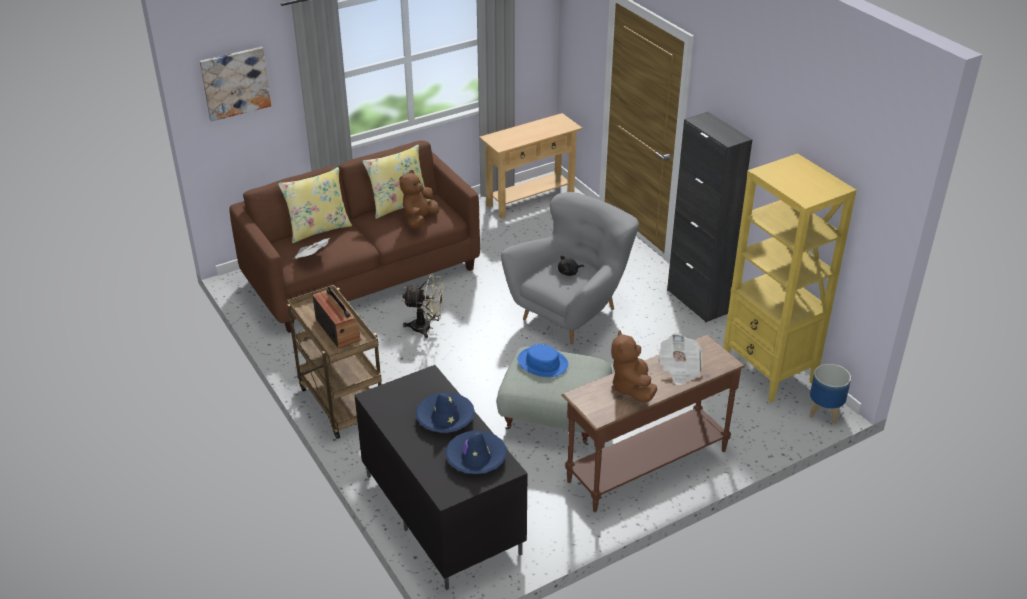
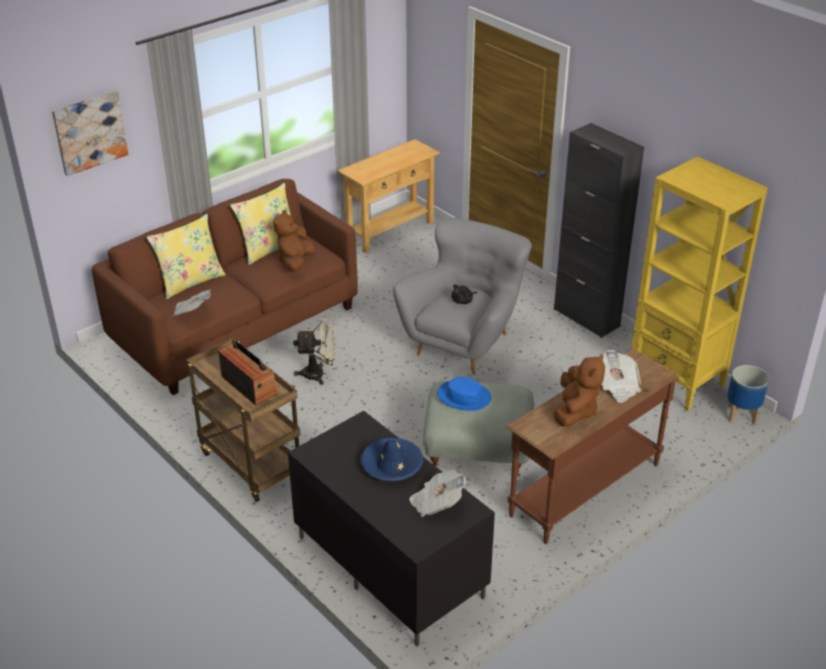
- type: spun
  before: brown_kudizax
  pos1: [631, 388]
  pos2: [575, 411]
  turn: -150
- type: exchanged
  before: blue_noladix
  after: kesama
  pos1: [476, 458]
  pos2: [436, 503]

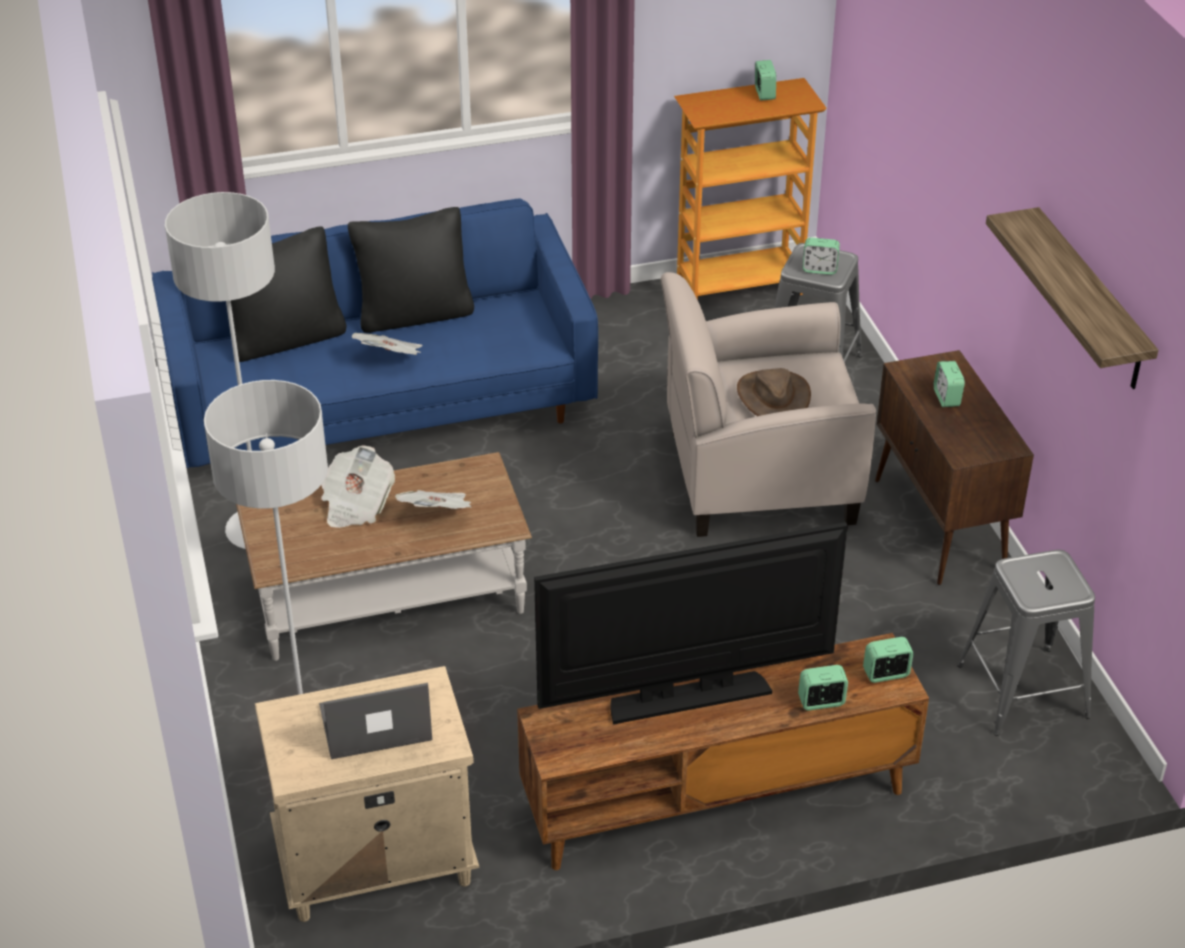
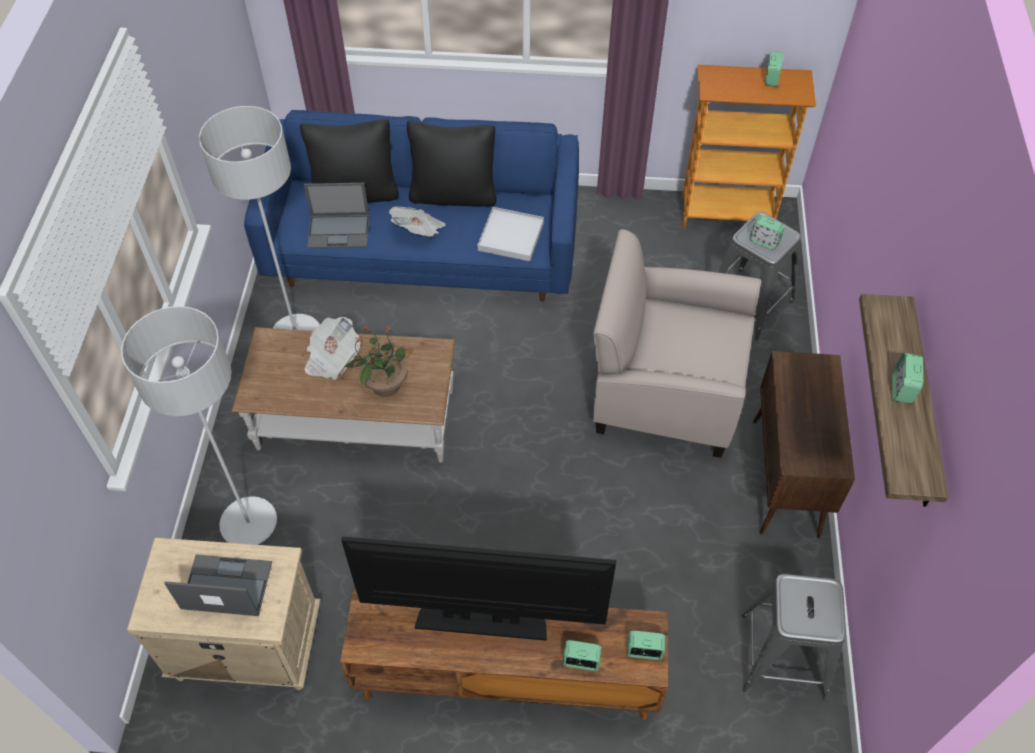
- type: relocated
  before: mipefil
  pos1: [946, 398]
  pos2: [902, 389]
- type: missing
  before: brown_noladix
  pos1: [773, 397]
- type: exchanged
  before: kesama
  after: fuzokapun
  pos1: [437, 515]
  pos2: [384, 385]
- type: appeared
  after: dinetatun
  pos2: [339, 231]
- type: appeared
  after: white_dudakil
  pos2: [511, 236]

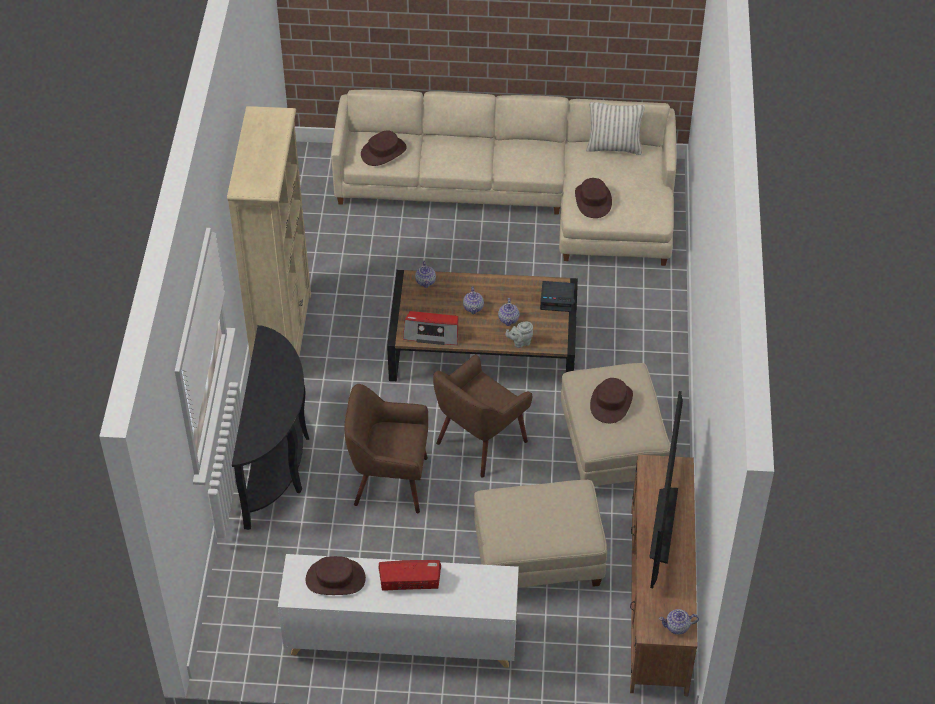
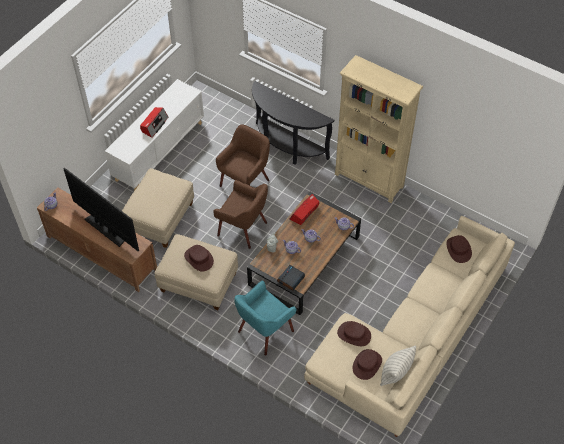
- type: spun
  before: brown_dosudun
  pos1: [480, 442]
  pos2: [243, 229]
  turn: 135
- type: relocated
  before: brown_noladix
  pos1: [335, 579]
  pos2: [367, 364]
- type: appeared
  after: turquoise_dosudun
  pos2: [264, 331]

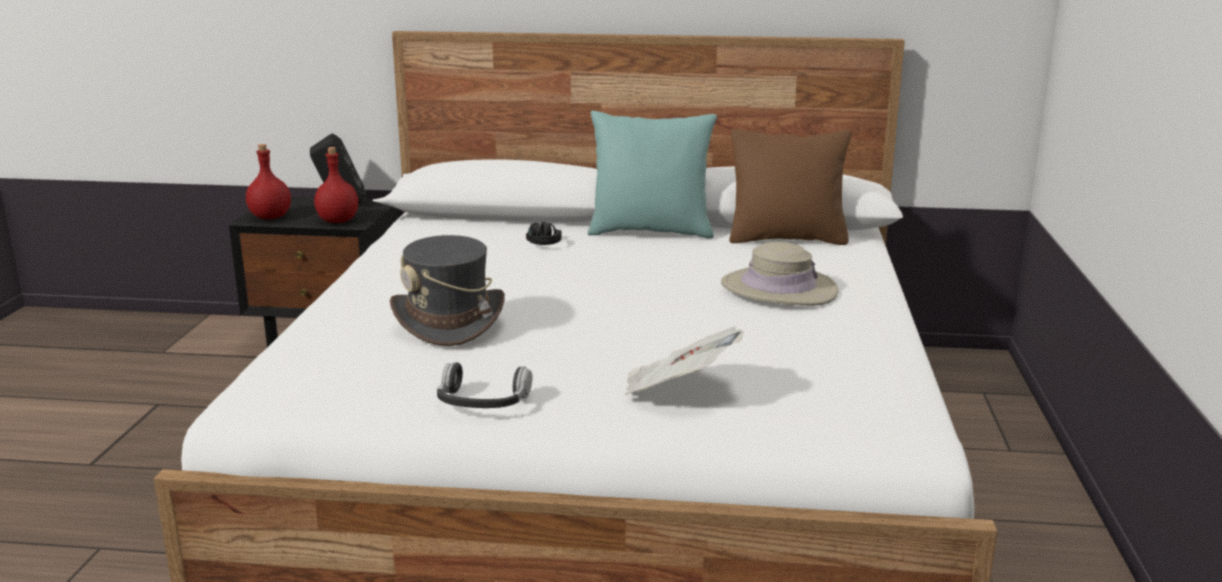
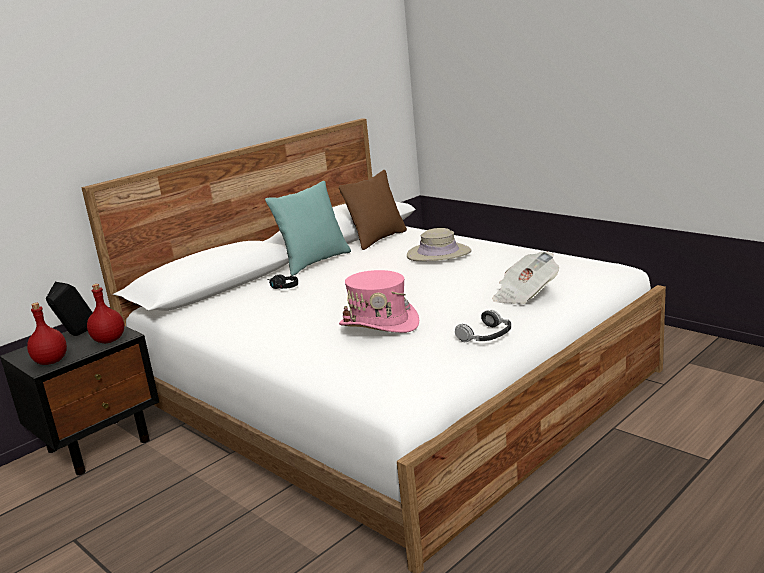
- type: colour
  before: grey_noladix
  after: pink_noladix
  pos1: [449, 321]
  pos2: [379, 324]

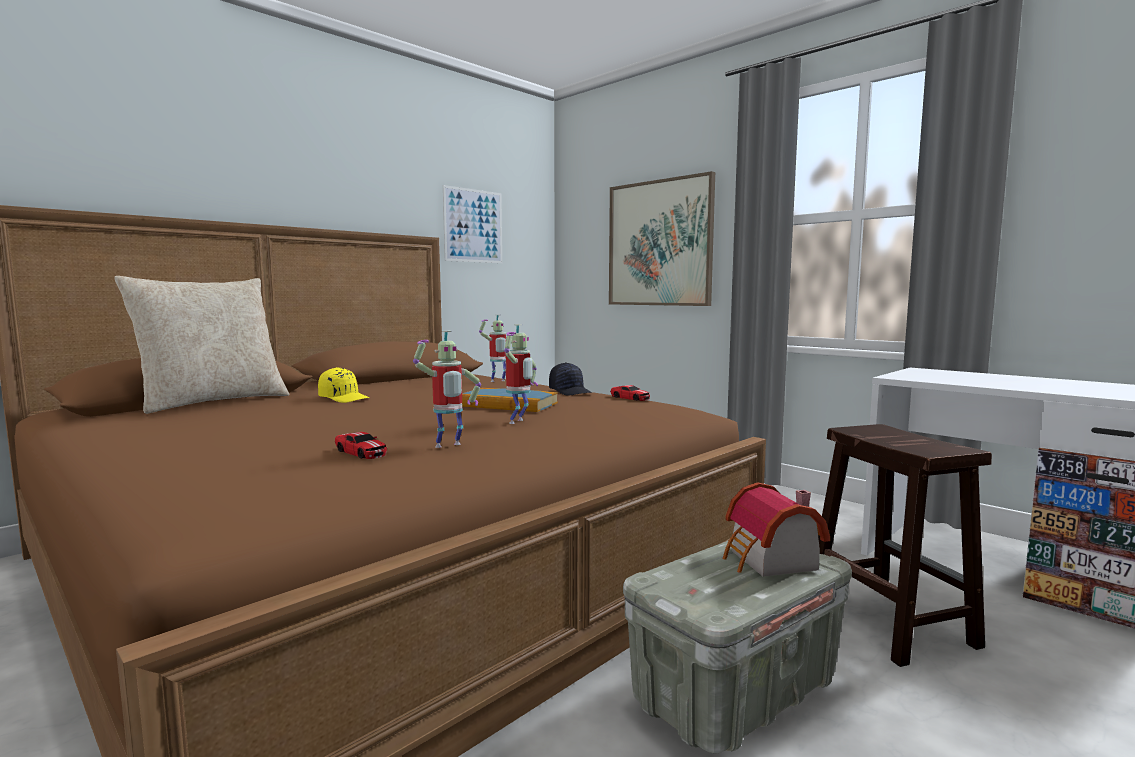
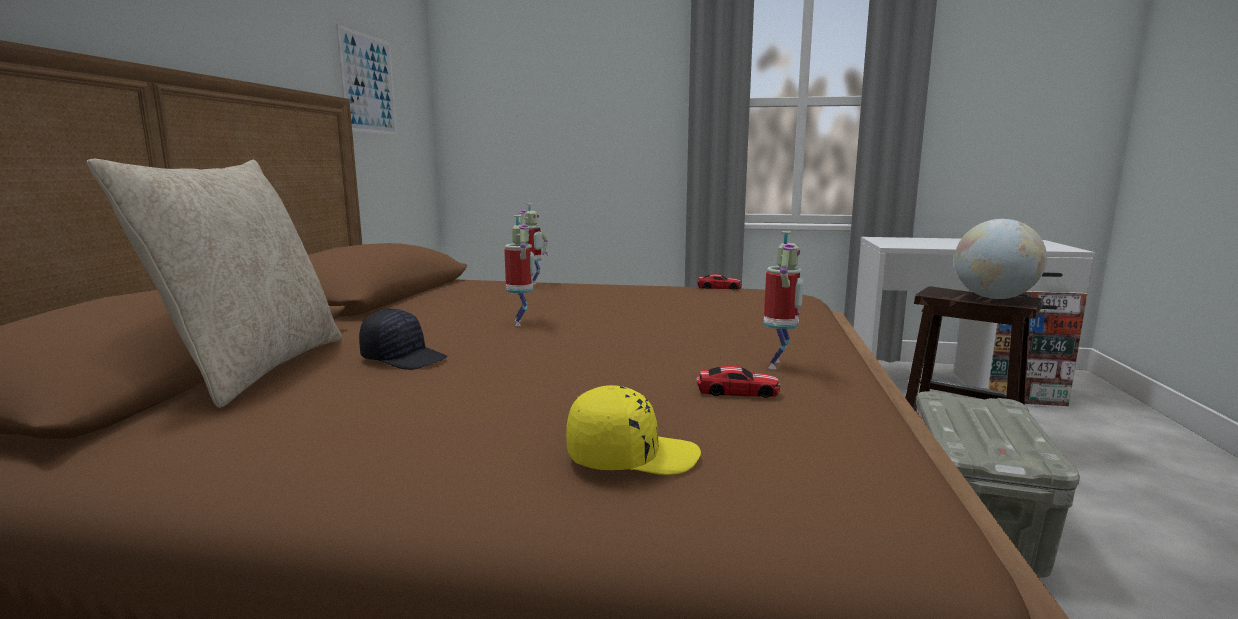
- type: missing
  before: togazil
  pos1: [659, 243]
- type: relocated
  before: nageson
  pos1: [519, 422]
  pos2: [521, 323]
- type: relocated
  before: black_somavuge
  pos1: [570, 391]
  pos2: [404, 358]
- type: relocated
  before: yellow_somavuge
  pos1: [344, 398]
  pos2: [631, 456]
- type: missing
  before: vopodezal
  pos1: [508, 404]
- type: missing
  before: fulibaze
  pos1: [770, 561]
- type: appeared
  after: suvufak
  pos2: [993, 298]

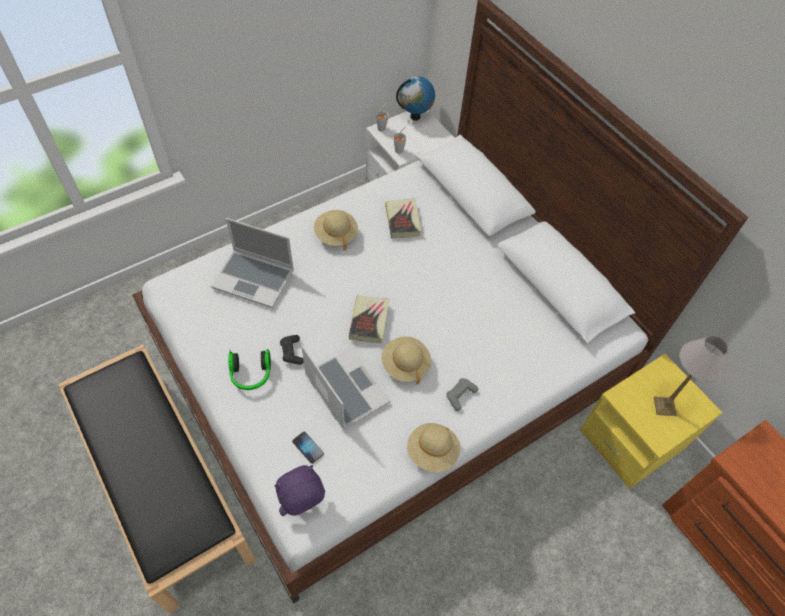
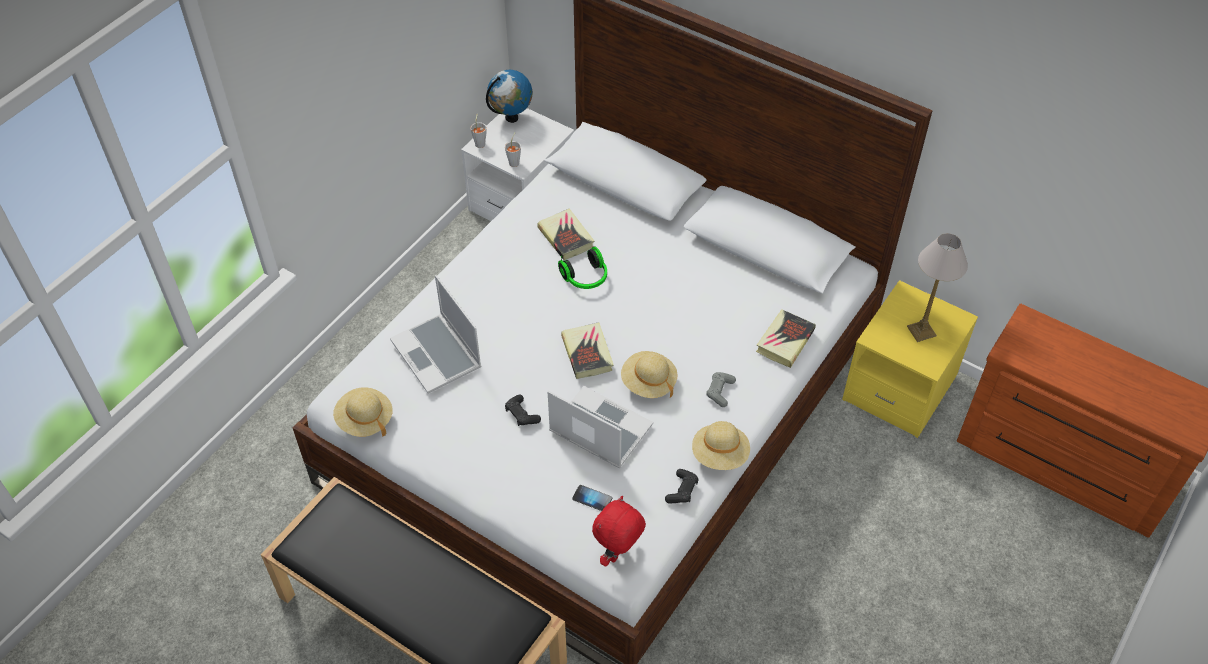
- type: relocated
  before: beige_noladix
  pos1: [336, 234]
  pos2: [365, 420]
- type: spun
  before: dinetatun
  pos1: [255, 279]
  pos2: [438, 355]
  turn: 60
- type: relocated
  before: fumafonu
  pos1: [251, 375]
  pos2: [586, 278]
- type: colour
  before: purple_kudizax
  after: red_kudizax
  pos1: [303, 507]
  pos2: [618, 554]
- type: appeared
  after: vopodezal
  pos2: [785, 341]
- type: appeared
  after: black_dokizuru
  pos2: [682, 490]

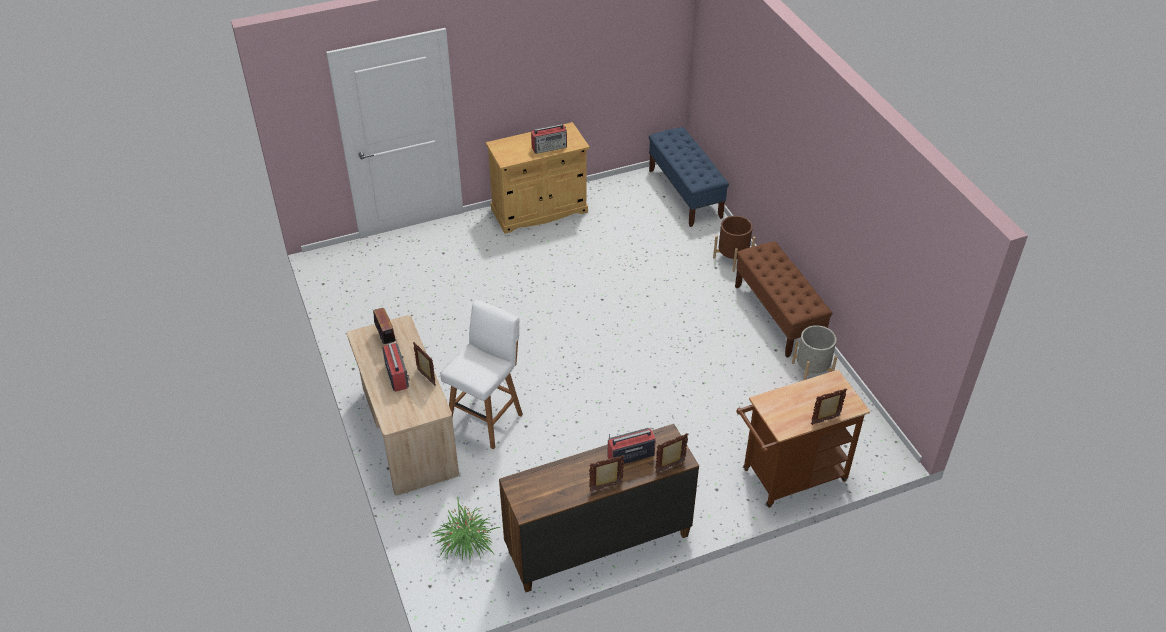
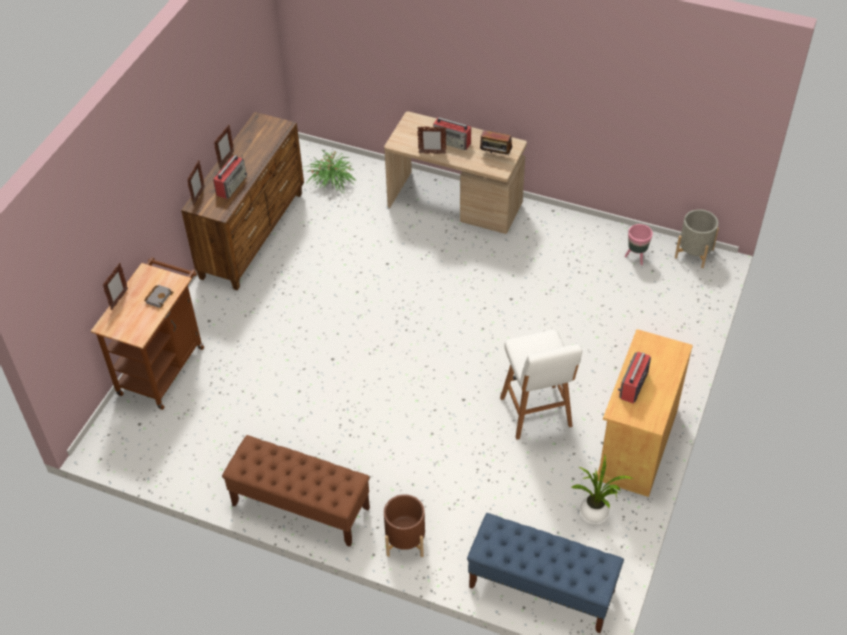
- type: relocated
  before: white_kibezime
  pos1: [486, 418]
  pos2: [536, 414]
- type: relocated
  before: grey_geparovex
  pos1: [812, 370]
  pos2: [694, 253]
- type: appeared
  after: pink_geparovex
  pos2: [636, 257]
- type: appeared
  after: grey_vopodezal
  pos2: [158, 297]
- type: appeared
  after: fuzokapun
  pos2: [596, 514]

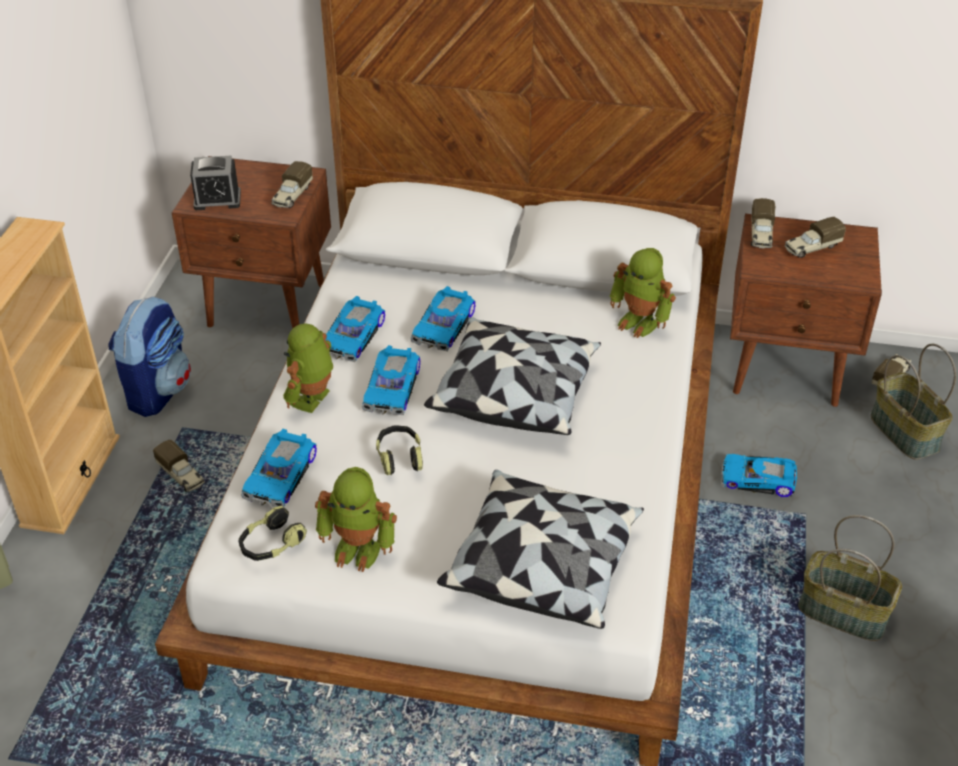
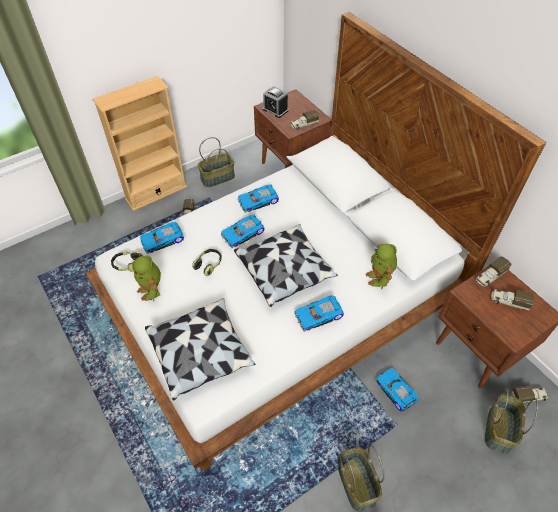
- type: relocated
  before: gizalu
  pos1: [445, 326]
  pos2: [319, 316]
- type: exchanged
  before: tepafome
  after: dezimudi
  pos1: [157, 391]
  pos2: [217, 177]
- type: missing
  before: nageson
  pos1: [312, 399]

